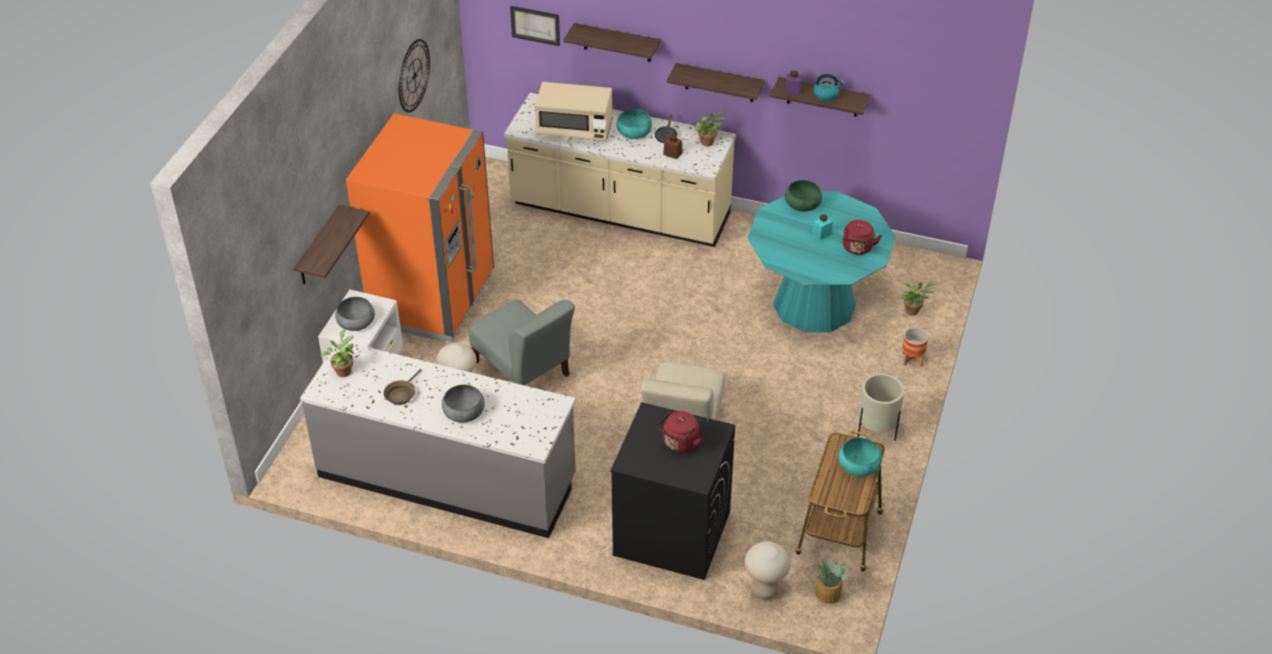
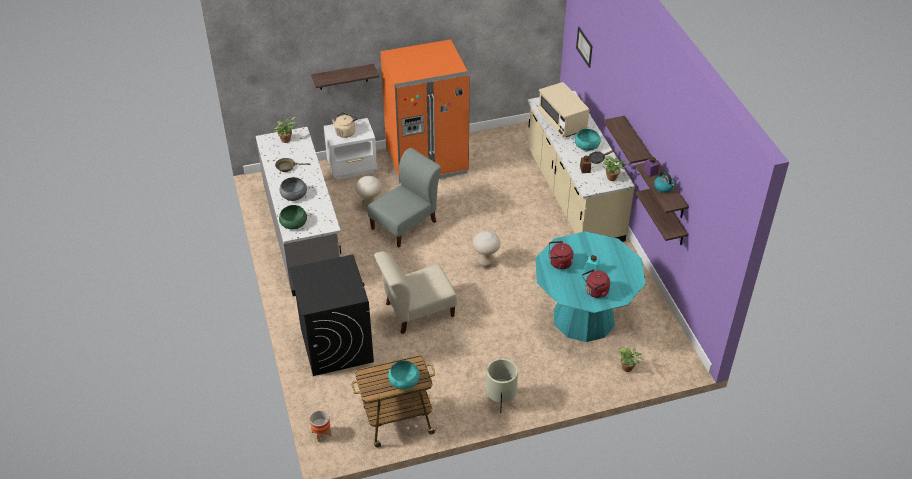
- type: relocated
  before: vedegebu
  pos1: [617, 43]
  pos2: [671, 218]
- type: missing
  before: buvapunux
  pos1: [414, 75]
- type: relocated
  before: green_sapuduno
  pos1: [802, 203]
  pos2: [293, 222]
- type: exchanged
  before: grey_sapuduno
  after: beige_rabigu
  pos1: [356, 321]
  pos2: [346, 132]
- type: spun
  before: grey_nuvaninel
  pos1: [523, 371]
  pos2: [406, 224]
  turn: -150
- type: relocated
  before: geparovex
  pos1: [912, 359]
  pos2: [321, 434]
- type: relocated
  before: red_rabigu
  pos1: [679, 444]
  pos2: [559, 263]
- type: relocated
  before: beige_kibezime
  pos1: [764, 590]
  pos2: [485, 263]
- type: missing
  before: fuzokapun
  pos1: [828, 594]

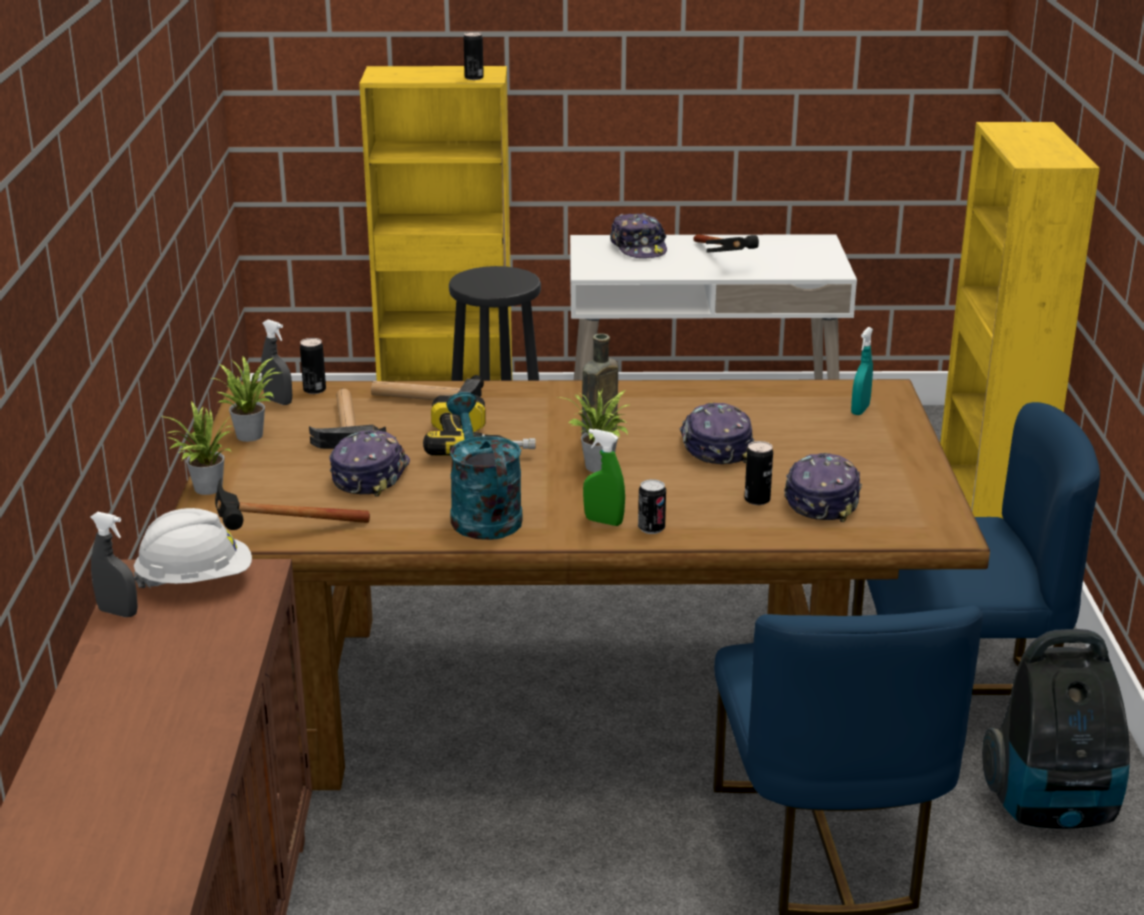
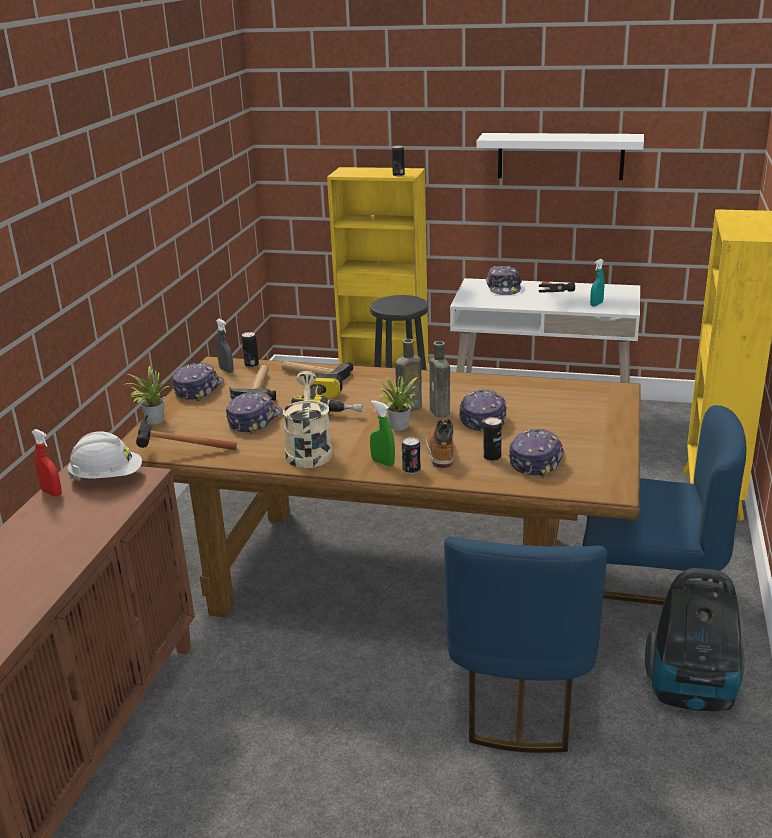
- type: relocated
  before: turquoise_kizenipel
  pos1: [860, 410]
  pos2: [596, 304]
- type: exchanged
  before: fuzokapun
  after: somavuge
  pos1: [250, 434]
  pos2: [198, 389]
- type: colour
  before: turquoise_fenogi
  after: beige_fenogi
  pos1: [481, 513]
  pos2: [308, 450]
- type: colour
  before: grey_kizenipel
  after: red_kizenipel
  pos1: [118, 612]
  pos2: [52, 493]
- type: appeared
  after: white_vedegebu
  pos2: [560, 156]
- type: appeared
  after: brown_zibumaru
  pos2: [440, 412]
- type: appeared
  after: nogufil
  pos2: [440, 451]

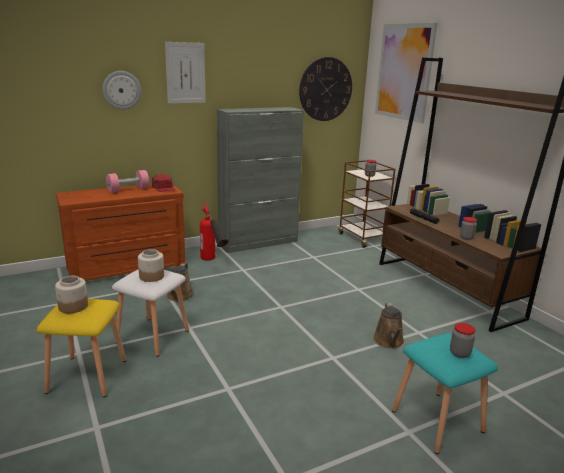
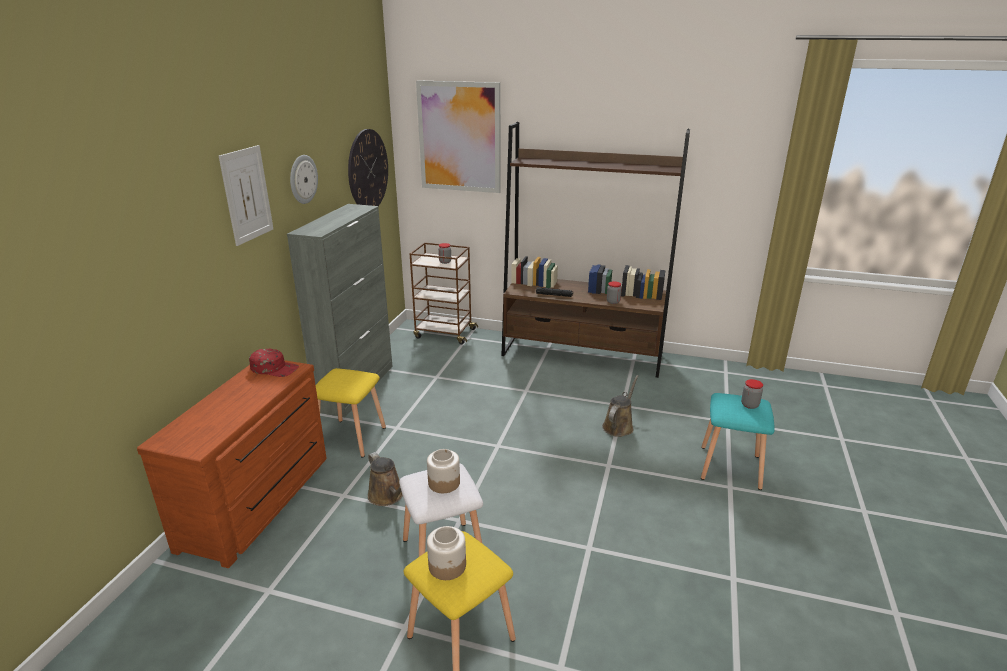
- type: relocated
  before: buvapunux
  pos1: [121, 90]
  pos2: [302, 179]
- type: missing
  before: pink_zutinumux
  pos1: [128, 189]
- type: exchanged
  before: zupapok
  after: yellow_kibezime
  pos1: [213, 263]
  pos2: [351, 437]
- type: spun
  before: brown_fenogi
  pos1: [389, 342]
  pos2: [619, 426]
  turn: -105

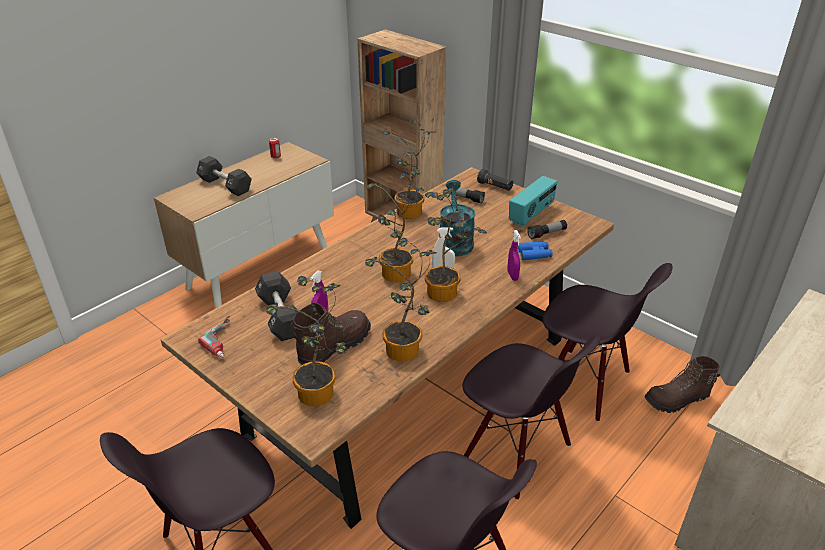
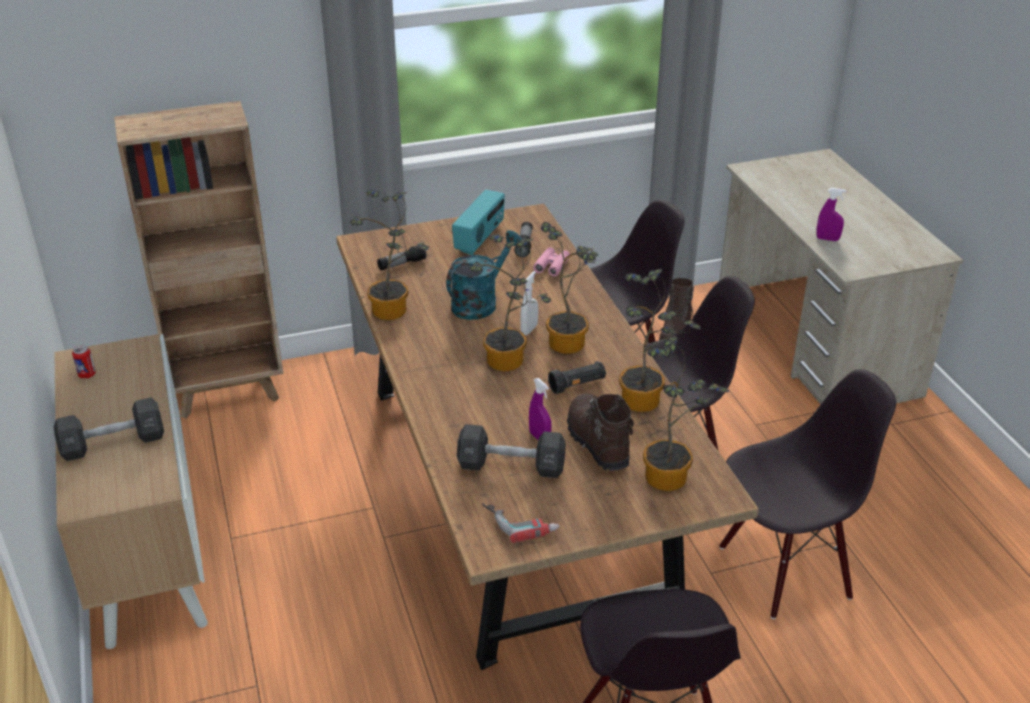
- type: relocated
  before: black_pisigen
  pos1: [495, 187]
  pos2: [577, 385]
- type: spun
  before: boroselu
  pos1: [531, 214]
  pos2: [480, 239]
  turn: 45
- type: spun
  before: turquoise_fenogi
  pos1: [454, 241]
  pos2: [480, 302]
  turn: 105
- type: relocated
  before: purple_kizenipel
  pos1: [512, 276]
  pos2: [827, 239]
- type: colour
  before: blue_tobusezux
  after: pink_tobusezux
  pos1: [534, 254]
  pos2: [552, 266]

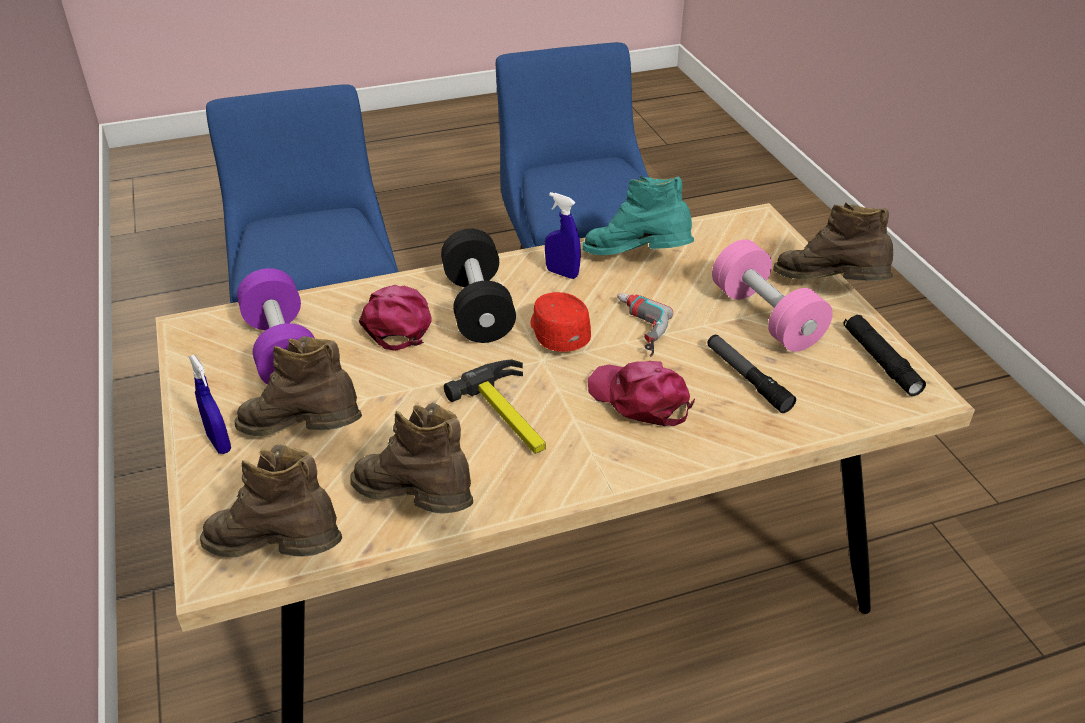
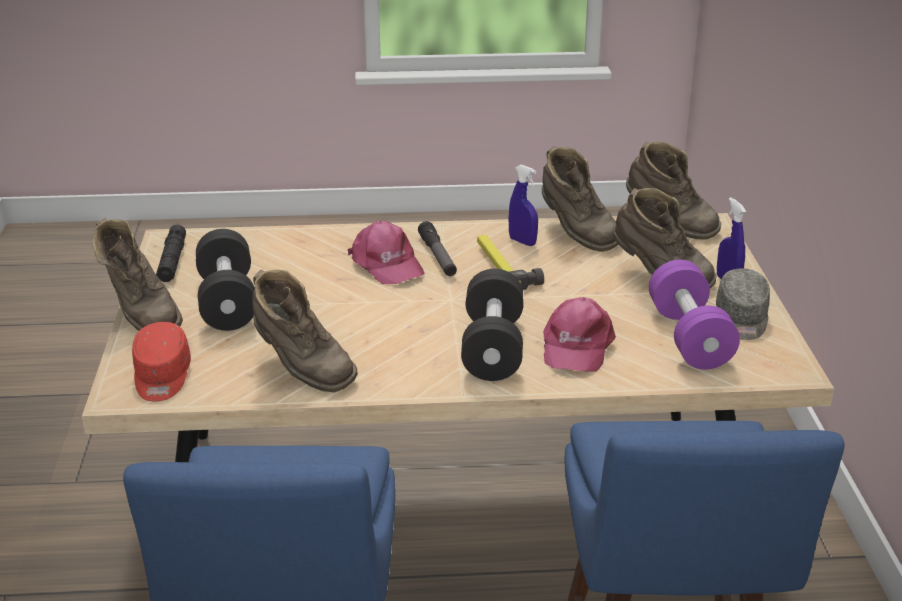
- type: colour
  before: turquoise_nogufil
  after: brown_nogufil
  pos1: [637, 260]
  pos2: [301, 369]
- type: relocated
  before: blue_kizenipel
  pos1: [562, 273]
  pos2: [522, 242]
- type: colour
  before: pink_zutinumux
  after: black_zutinumux
  pos1: [766, 317]
  pos2: [227, 302]
- type: relocated
  before: red_somavuge
  pos1: [557, 332]
  pos2: [162, 377]
- type: missing
  before: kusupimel
  pos1: [635, 329]
- type: relocated
  before: pisigen
  pos1: [747, 379]
  pos2: [437, 256]
- type: appeared
  after: grey_somavuge
  pos2: [742, 319]

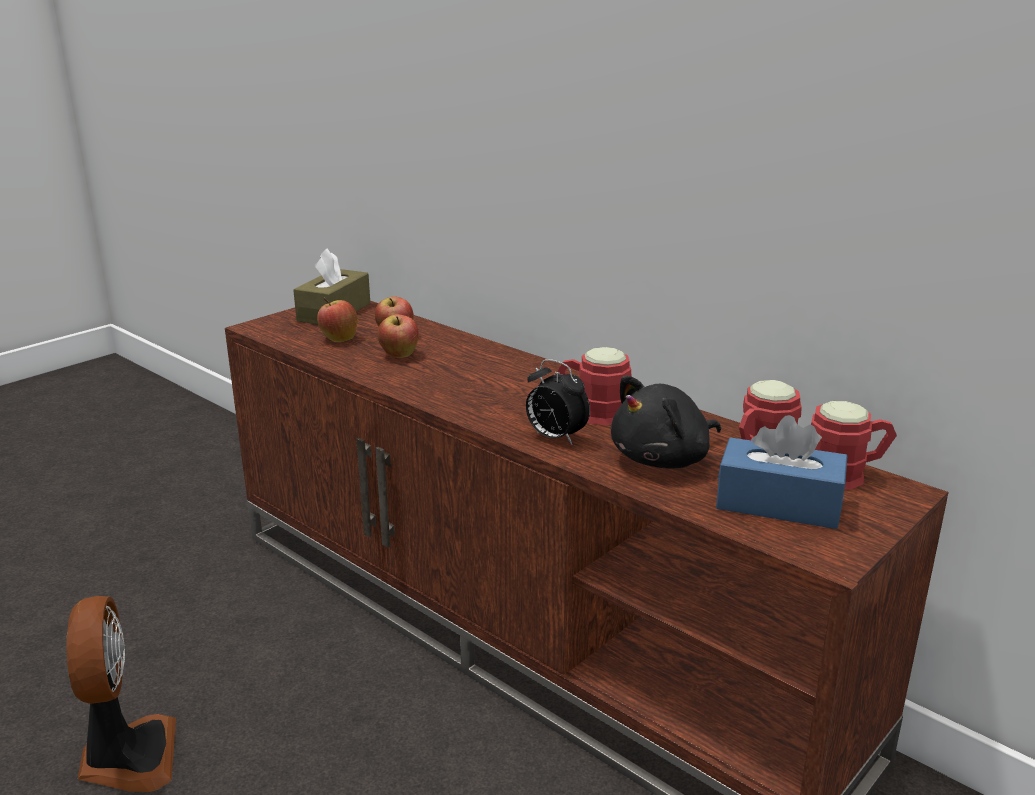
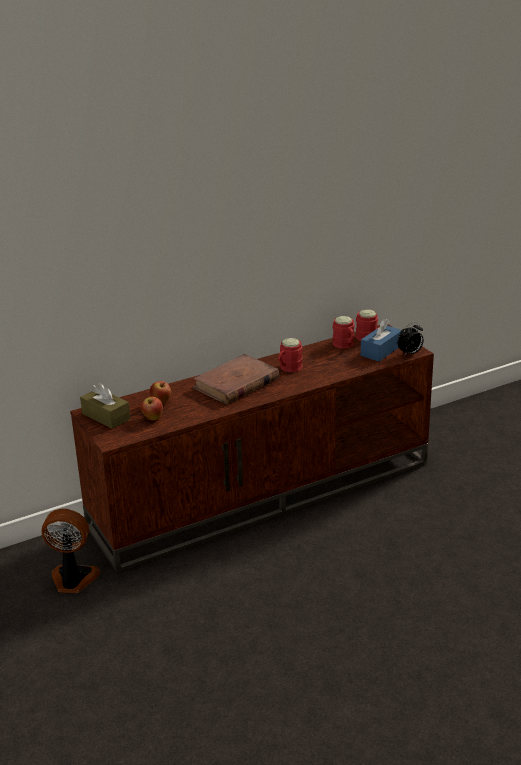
- type: missing
  before: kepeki
  pos1: [399, 356]
- type: relocated
  before: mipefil
  pos1: [555, 438]
  pos2: [410, 353]
- type: missing
  before: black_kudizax
  pos1: [664, 459]
- type: relocated
  before: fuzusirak
  pos1: [127, 757]
  pos2: [73, 580]
- type: appeared
  after: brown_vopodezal
  pos2: [236, 384]

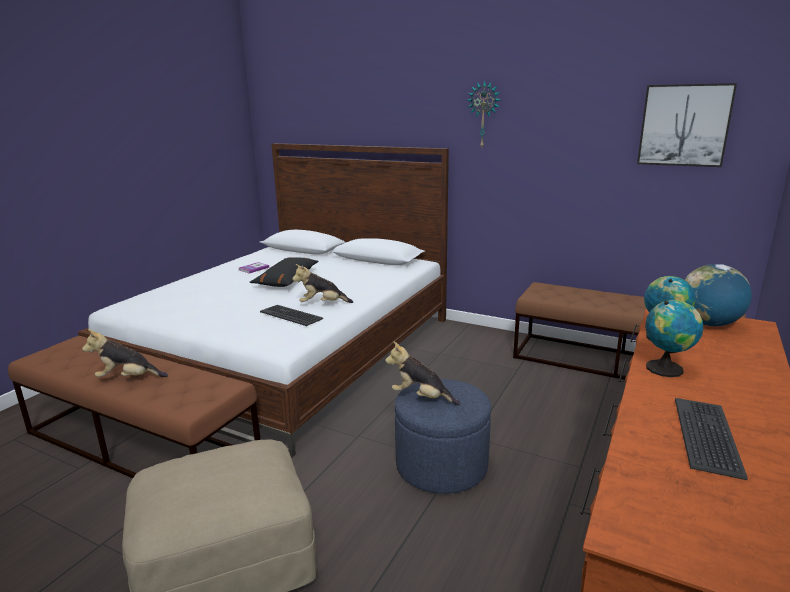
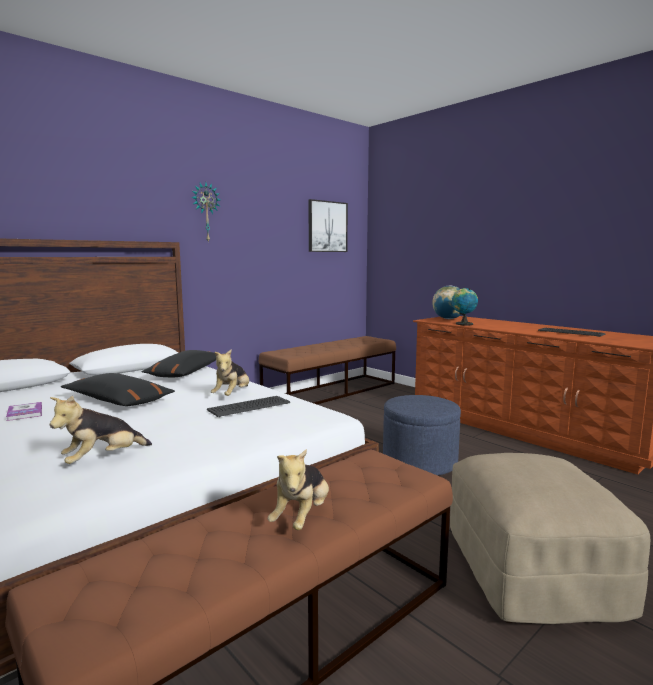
- type: missing
  before: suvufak
  pos1: [667, 368]
- type: relocated
  before: kudizax
  pos1: [421, 397]
  pos2: [103, 459]
- type: appeared
  after: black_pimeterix
  pos2: [186, 373]

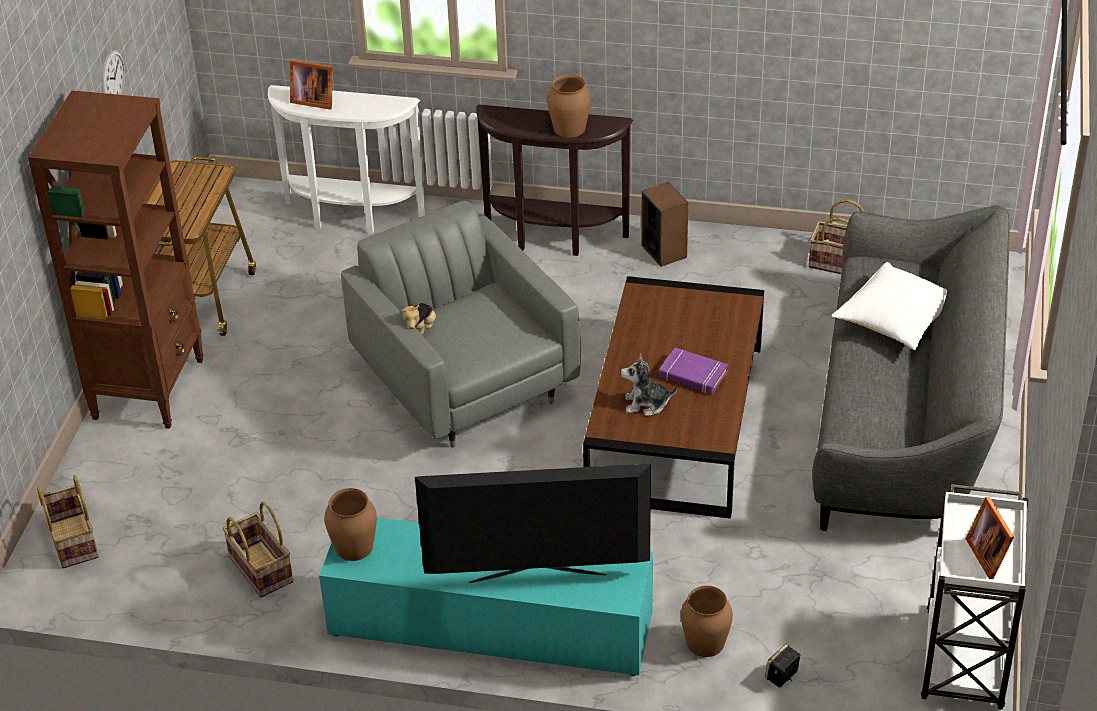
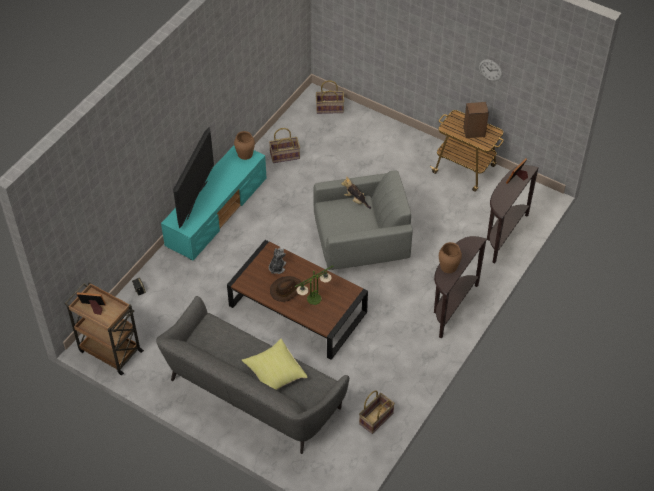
- type: colour
  before: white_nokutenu
  after: brown_nokutenu
  pos1: [351, 218]
  pos2: [503, 234]
- type: missing
  before: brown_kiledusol
  pos1: [149, 388]
- type: relocated
  before: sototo
  pos1: [664, 251]
  pos2: [474, 132]
- type: colour
  before: white_pimeterix
  after: yellow_pimeterix
  pos1: [897, 322]
  pos2: [274, 373]
- type: exchanged
  before: purple_vopodezal
  after: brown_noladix
  pos1: [693, 375]
  pos2: [286, 290]
- type: colour
  before: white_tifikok
  after: brown_tifikok
  pos1: [964, 662]
  pos2: [109, 351]
- type: missing
  before: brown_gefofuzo
  pos1: [705, 643]
- type: appeared
  after: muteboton
  pos2: [314, 299]

